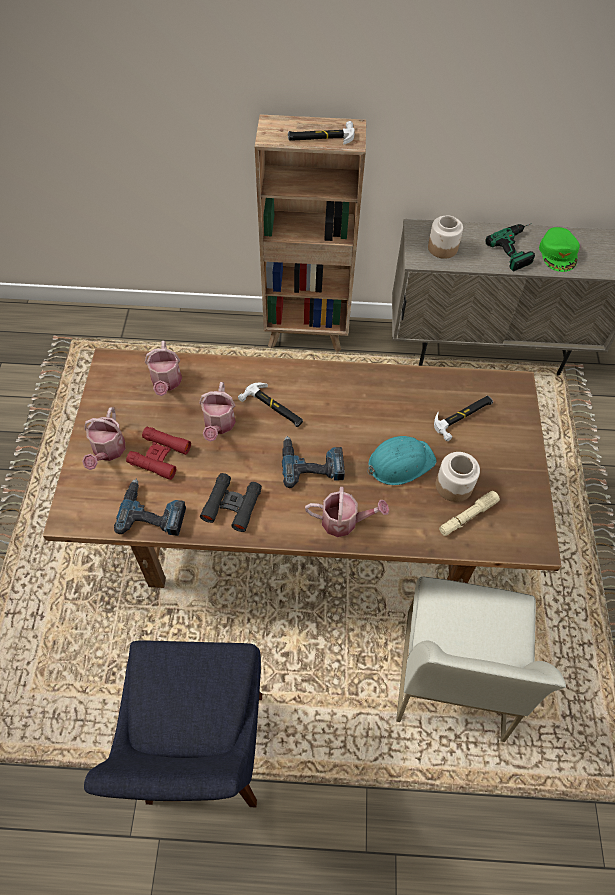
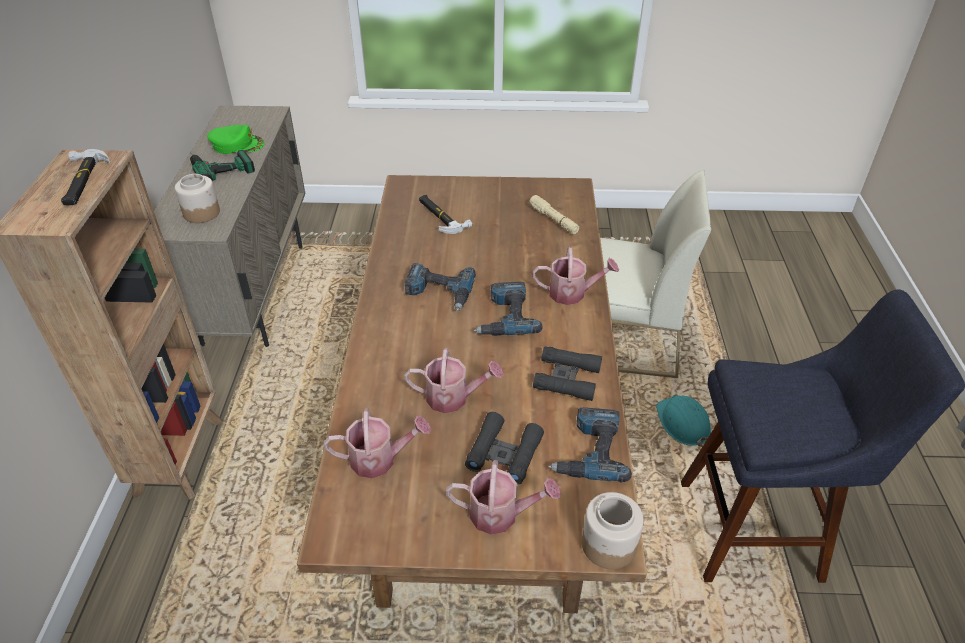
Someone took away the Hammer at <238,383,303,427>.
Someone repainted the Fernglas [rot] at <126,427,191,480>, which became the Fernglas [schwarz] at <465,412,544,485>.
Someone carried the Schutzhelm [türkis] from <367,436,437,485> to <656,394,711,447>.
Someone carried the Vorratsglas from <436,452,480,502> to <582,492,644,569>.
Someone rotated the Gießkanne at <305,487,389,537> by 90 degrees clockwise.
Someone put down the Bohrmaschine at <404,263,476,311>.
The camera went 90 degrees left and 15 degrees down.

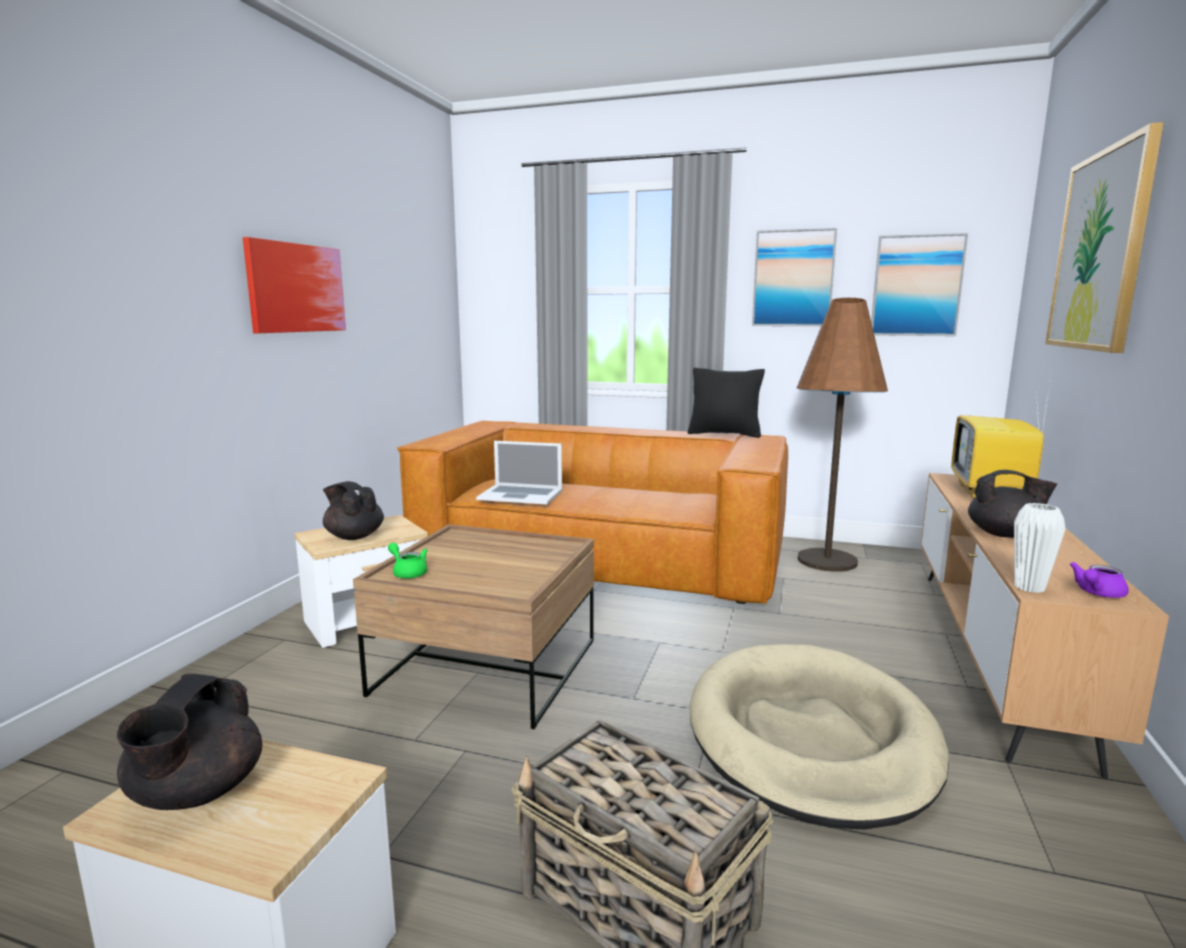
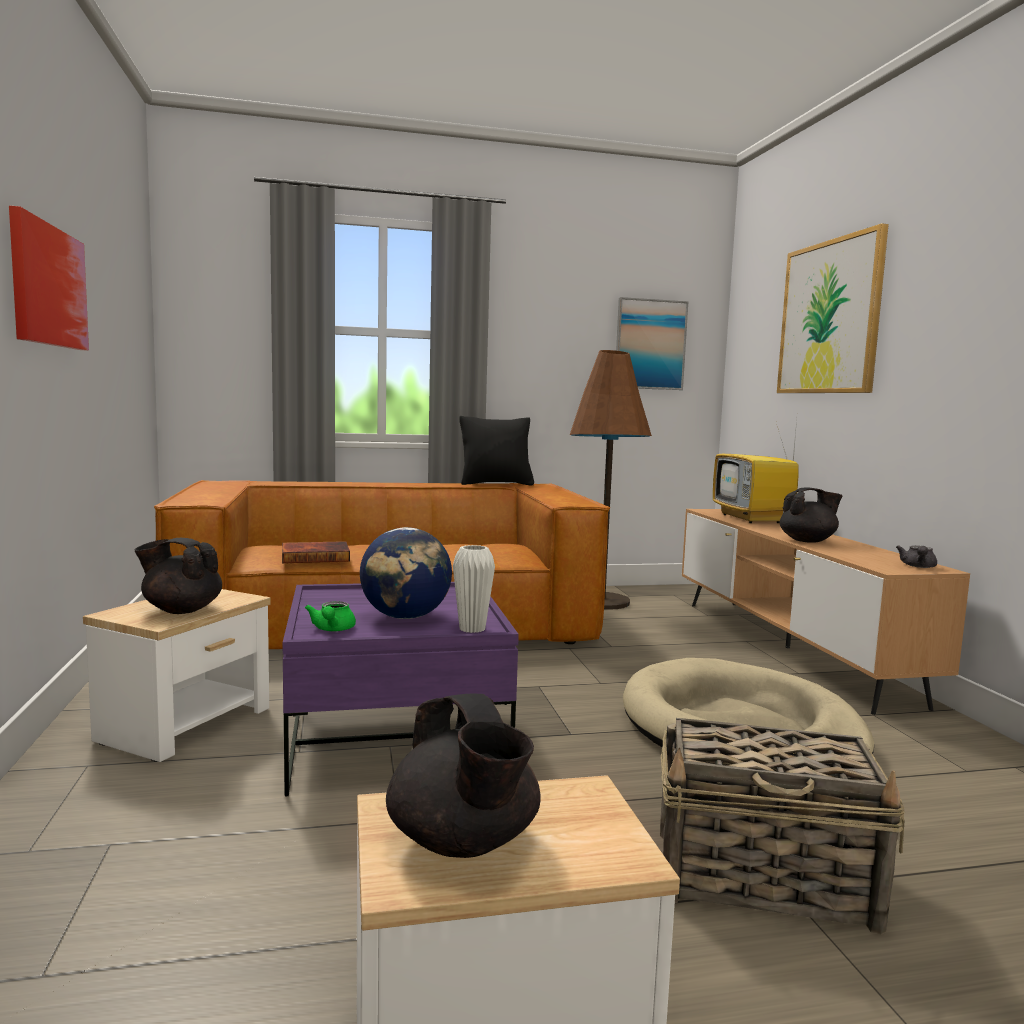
Someone took away the Bild at <752,228,837,326>.
Someone swapped the Laptop at <476,441,562,505> for the Buch at <282,541,350,563>.
Someone carried the Vase [weiß] from <1014,503,1066,593> to <453,545,495,633>.
Someone repainted the Couchtisch [braun] at <353,524,594,729>, which became the Couchtisch [lila] at <283,582,519,797>.
Someone rotated the Teekanne [grün] at <388,543,428,578> by 105 degrees counterclockwise.
Someone repainted the Teekanne [lila] at <1070,562,1129,598>, which became the Teekanne [grau] at <896,545,937,568>.
Someone put down the Globus at <360,527,452,619>.
The camera went 30 degrees left and 5 degrees down.

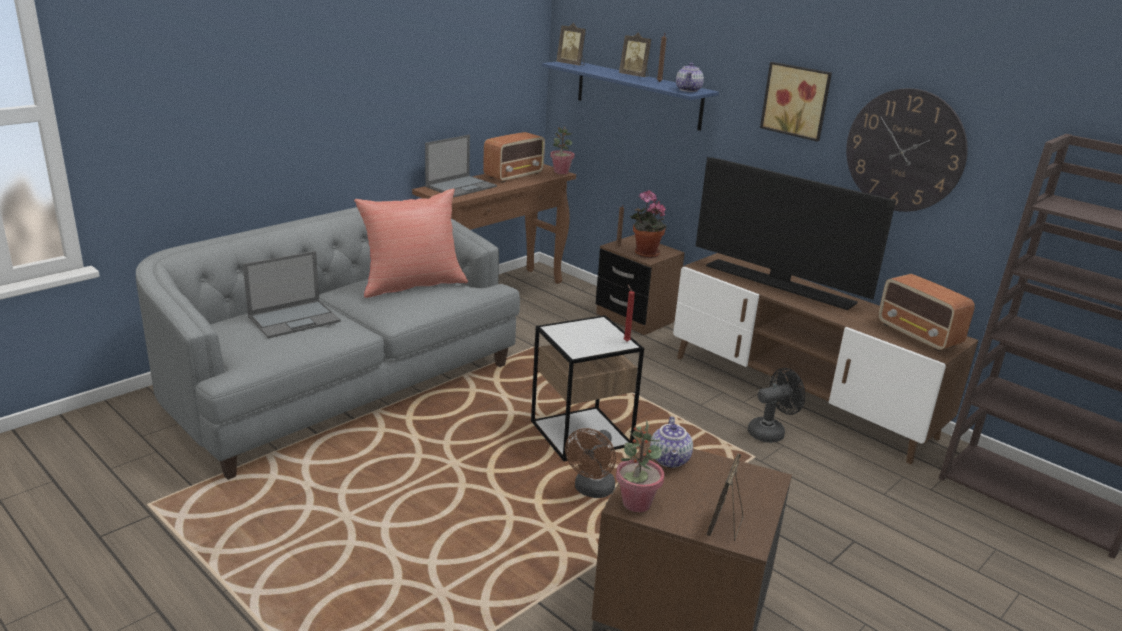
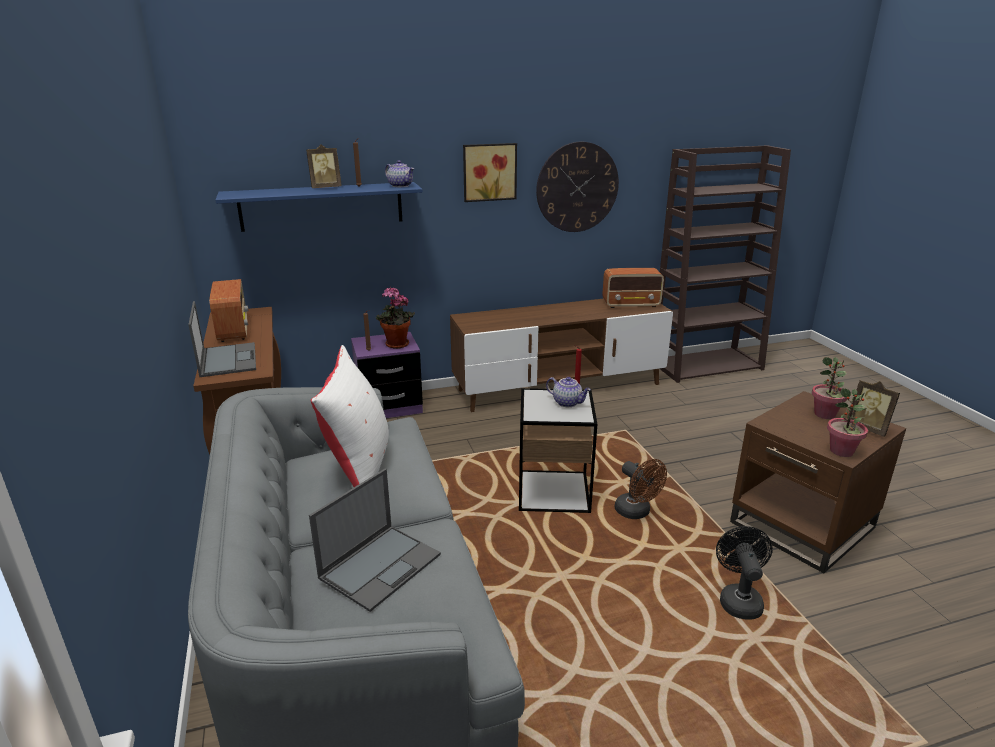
Someone took away the Bilderrahmen at <557,23,586,65>.
Someone carried the Topfpflanze from <550,127,575,174> to <812,357,847,419>.
Someone took away the Fernseher at <696,157,896,310>.
Someone repainted the Kissen [rot] at <354,189,468,298>, which became the Kissen [weiß] at <311,345,389,487>.
Someone repainted the Nachttisch [braun] at <596,235,685,335>, which became the Nachttisch [lila] at <351,332,423,418>.
Someone rotated the Laptop at <243,251,341,338> by 45 degrees clockwise.
Someone carried the Ventilator [schwarz] from <748,368,805,443> to <716,526,773,620>.
Someone carried the Teekanne from <650,417,693,468> to <546,377,591,407>.
The camera went 60 degrees left and 0 degrees up.

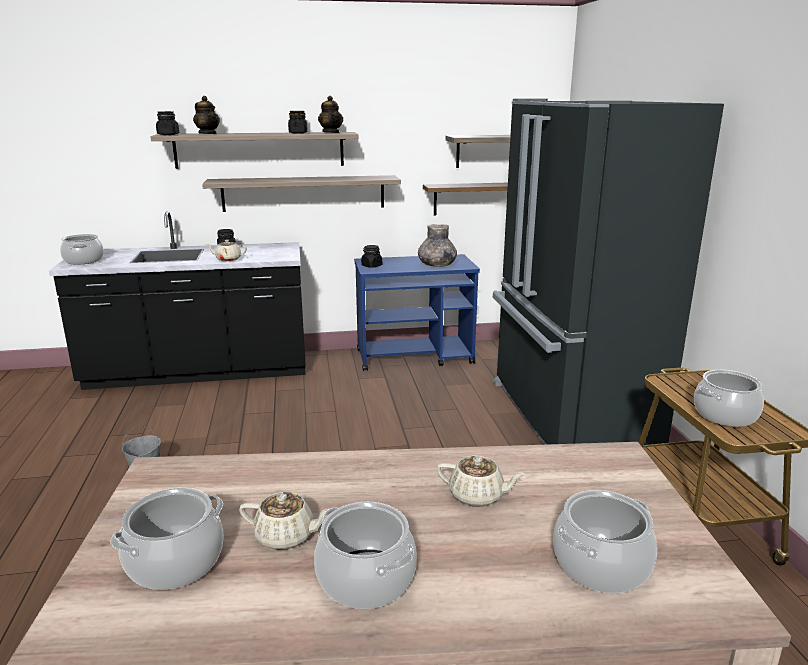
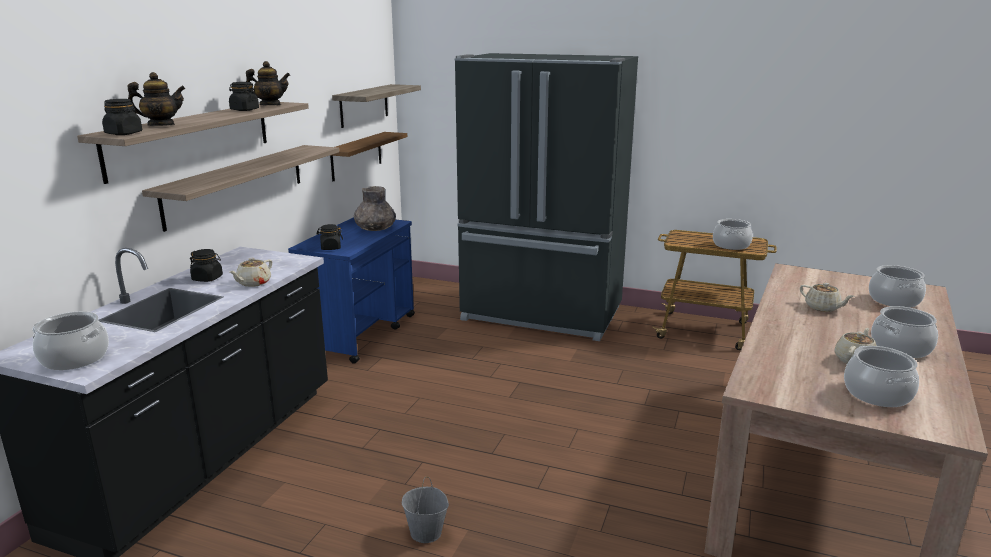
Someone rotated the Teekanne [beige] at <437,456,526,507> by 90 degrees clockwise.
The camera went 60 degrees left and 0 degrees up.

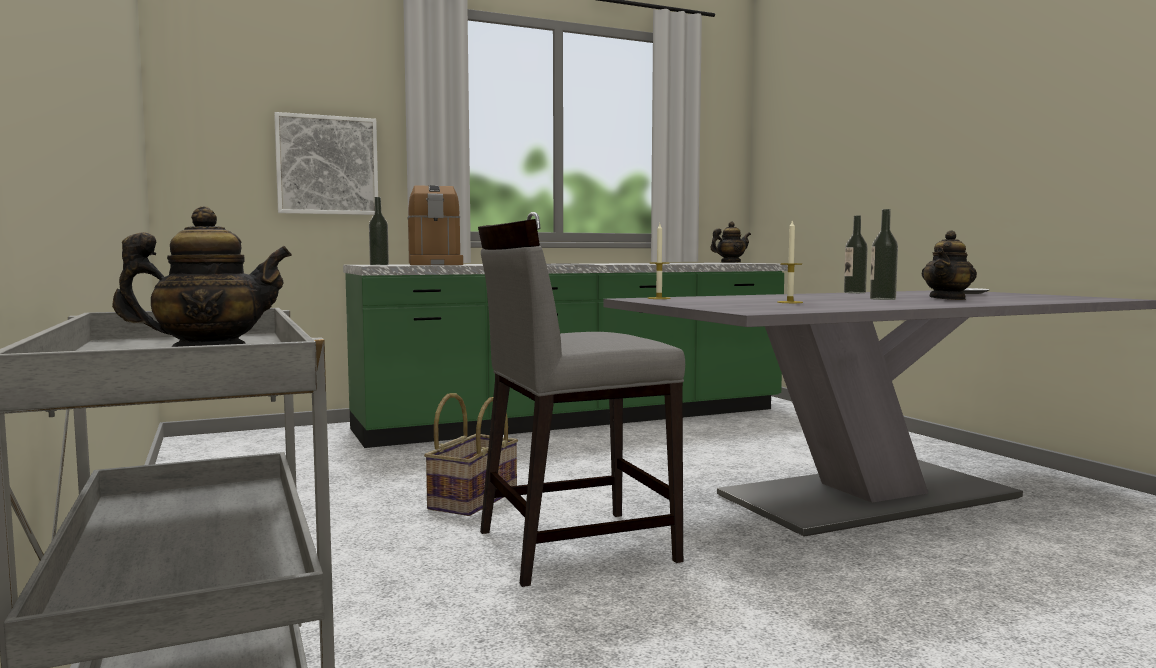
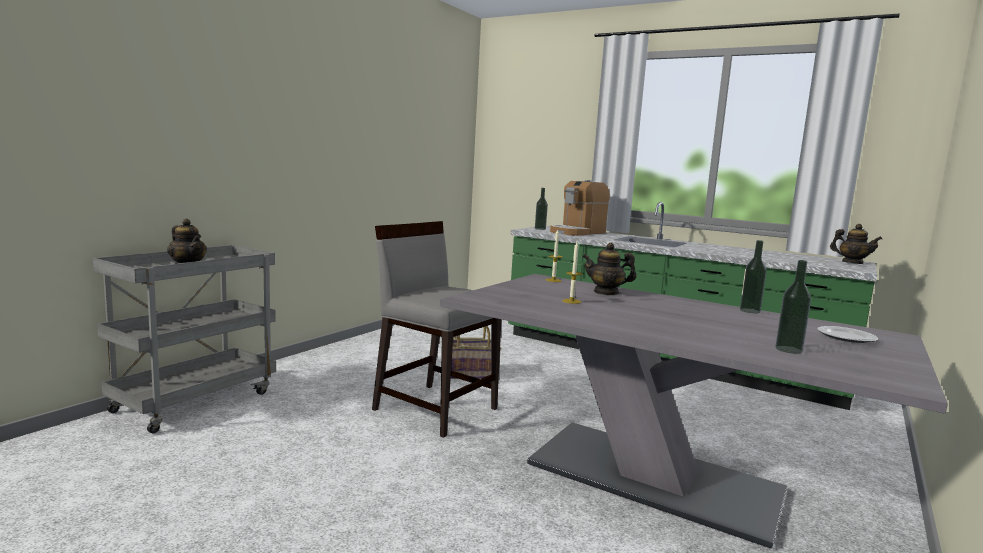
Someone took away the Bild at <274,112,378,215>.
Someone carried the Flasche from <870,209,898,300> to <775,260,811,354>.
Someone carried the Teekanne from <922,230,977,300> to <582,243,636,295>.
The camera went 55 degrees right and 5 degrees up.

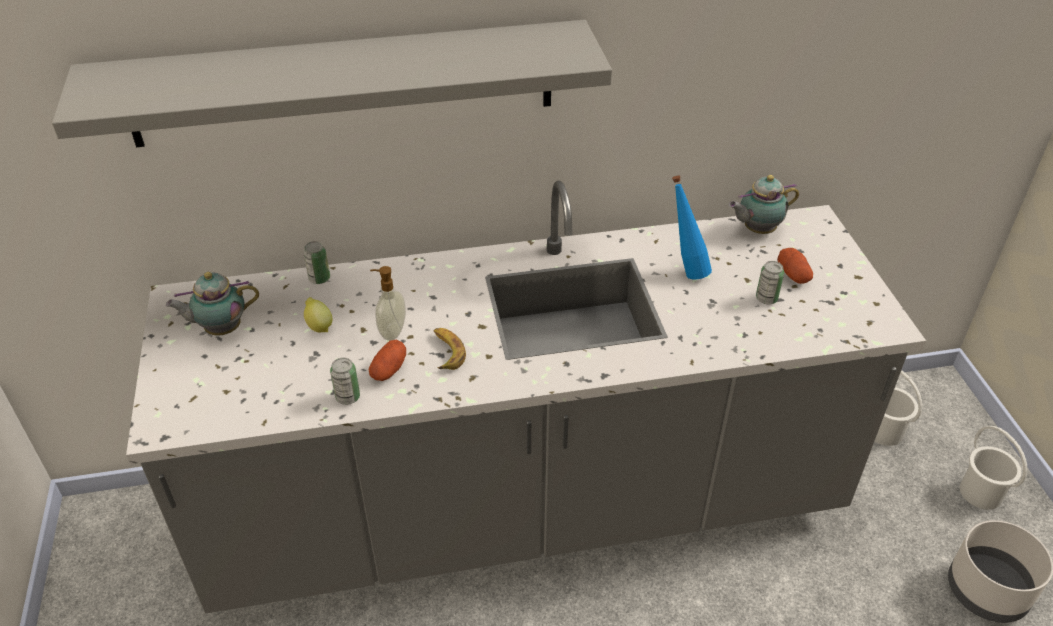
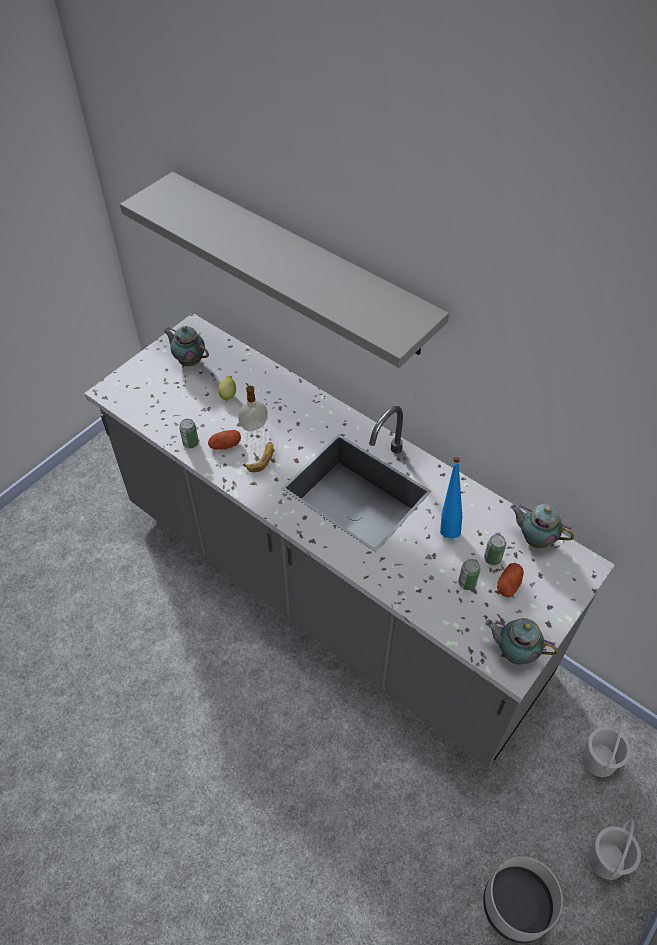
Someone carried the Dose from <303,241,330,284> to <484,534,506,565>.
Someone put down the Teekanne at <485,618,558,665>.
The camera went 50 degrees right and 10 degrees up.

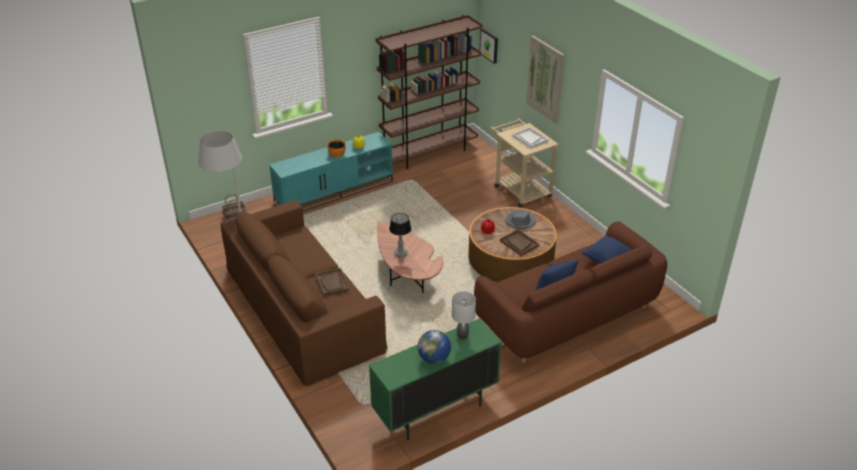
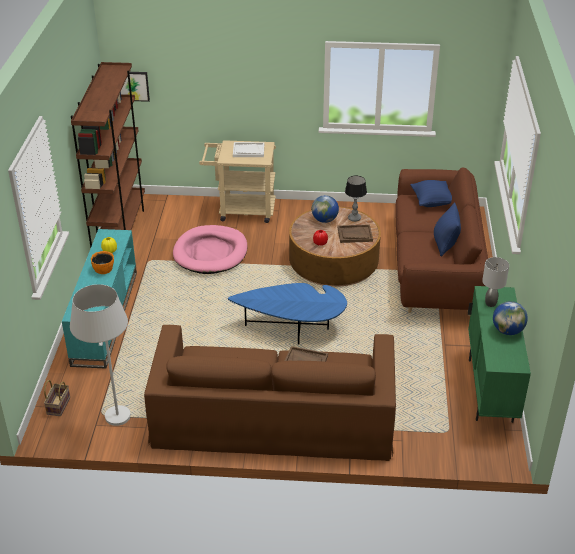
Someone took away the Bild at <526,35,565,124>.
Someone swapped the Hut [grau] at <505,209,536,229> for the Globus at <312,195,339,223>.
Someone carried the Tischlampe from <389,213,411,258> to <345,176,367,222>.
Someone repainted the Couchtisch [braun] at <377,221,444,293>, which became the Couchtisch [blau] at <228,283,347,344>.
Someone put down the Hundebett [rosa] at <173,225,248,274>.
The camera went 55 degrees left and 0 degrees up.

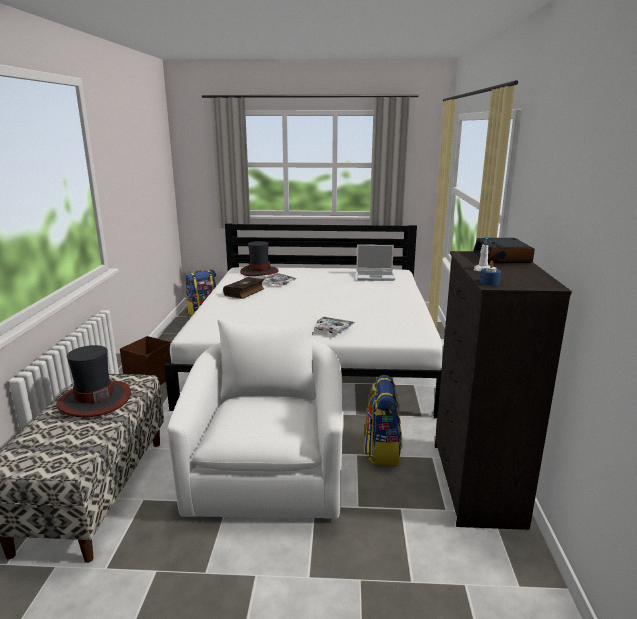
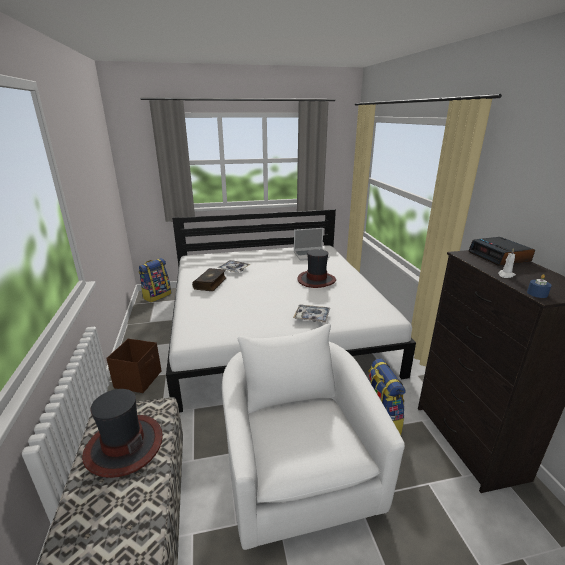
Someone carried the Hut from <240,241,279,276> to <297,249,336,288>.
The camera went 15 degrees left and 5 degrees up.

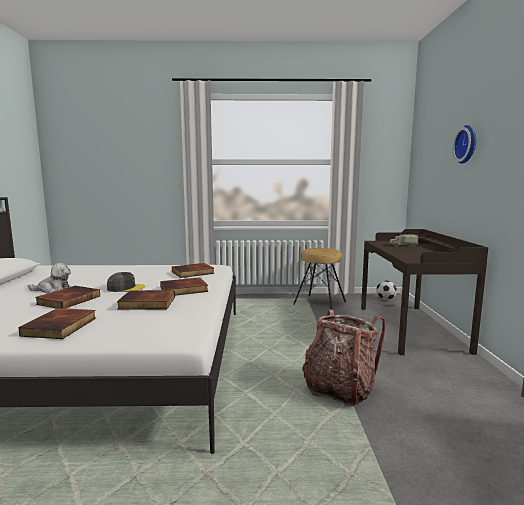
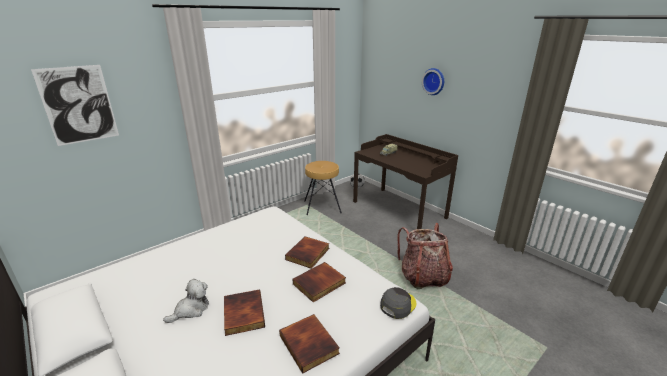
Someone took away the Buch at <172,263,214,278>.
Someone carried the Kappe [grau] from <107,272,145,292> to <380,287,416,319>.
Someone put up the Bild at <31,65,119,146>.
The camera went 40 degrees left and 15 degrees up.

